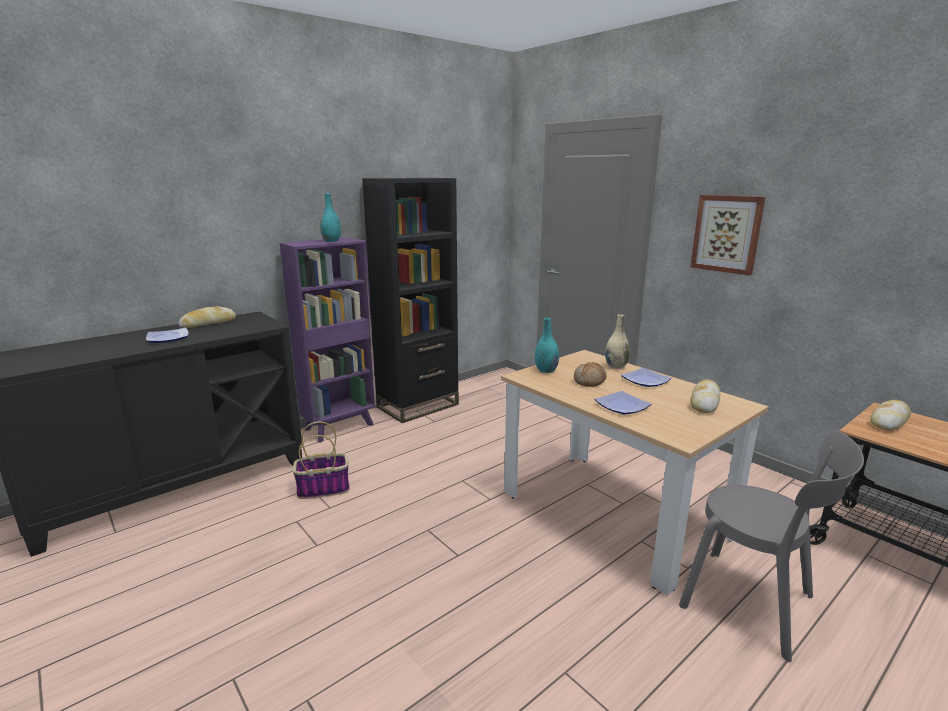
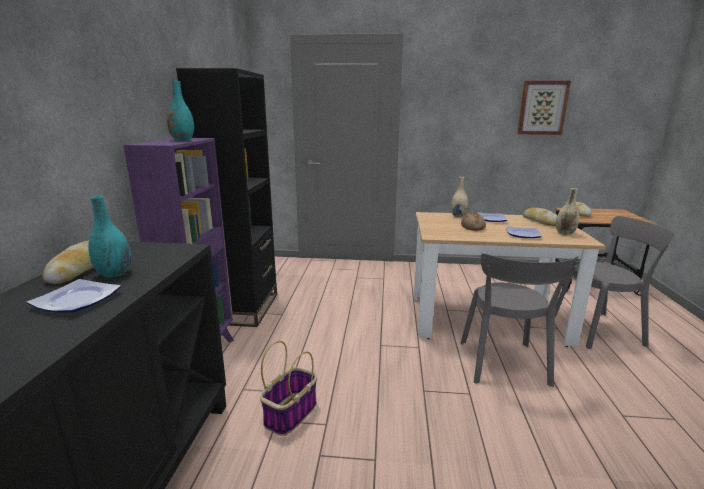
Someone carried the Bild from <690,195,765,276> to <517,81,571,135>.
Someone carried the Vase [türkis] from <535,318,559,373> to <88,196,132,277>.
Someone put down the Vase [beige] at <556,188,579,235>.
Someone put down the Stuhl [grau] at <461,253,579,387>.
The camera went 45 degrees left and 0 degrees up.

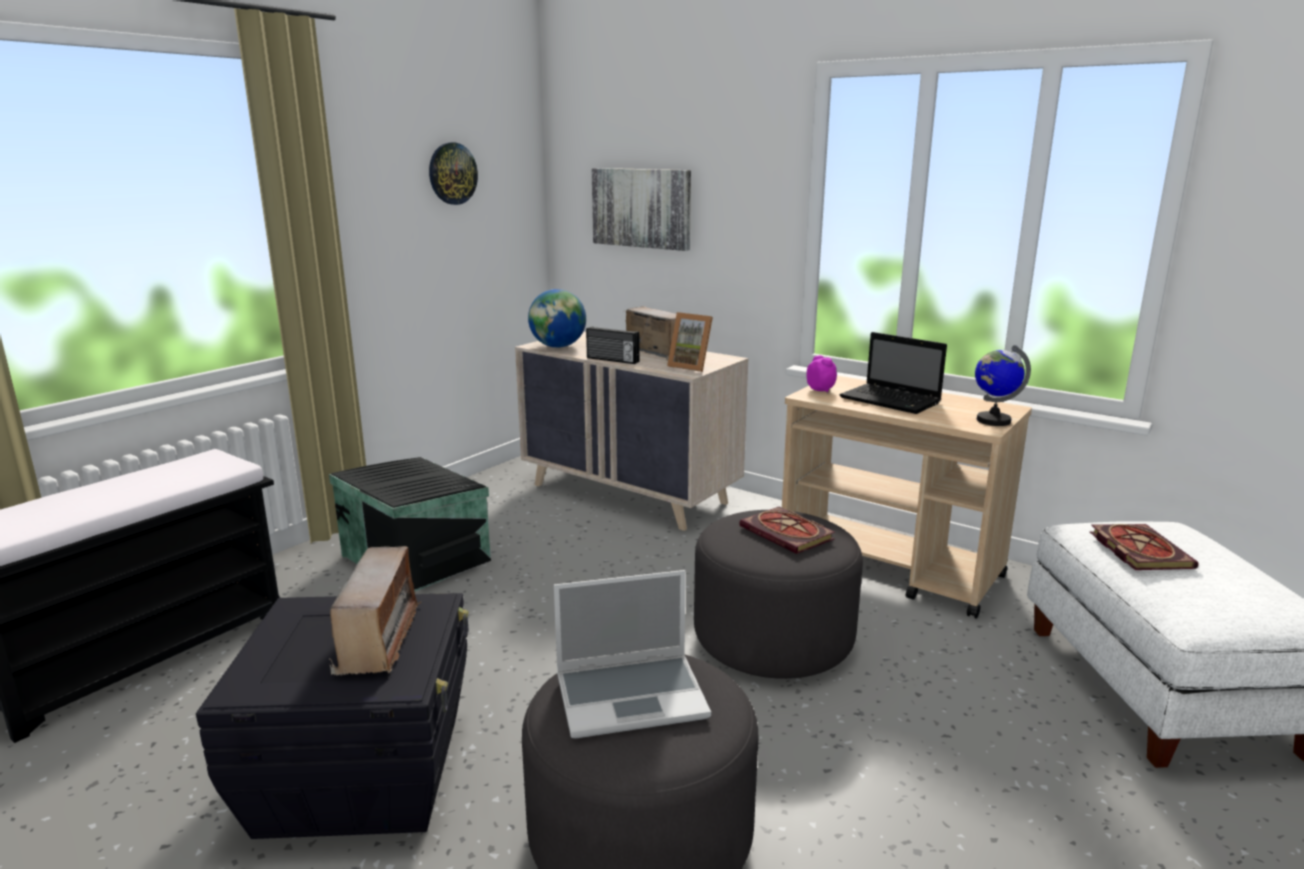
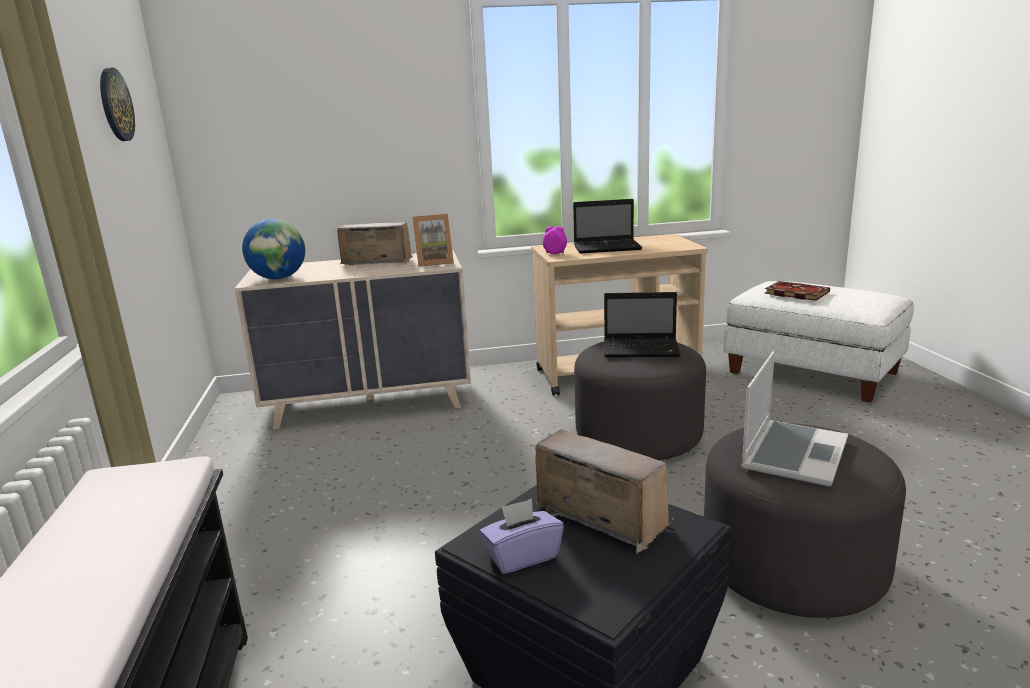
Someone took away the Bild at <592,168,691,251>.
Someone took away the Radio at <586,327,640,364>.
Someone took away the Globus at <975,345,1031,426>.
Someone took away the Aufbewahrungsbox [schwarz] at <329,457,491,592>.
Someone swapped the Buch at <739,507,835,554> for the Laptop at <604,292,680,357>.
Someone put down the Taschentuchbox [lila] at <479,499,564,574>.
The camera went 45 degrees left and 0 degrees up.

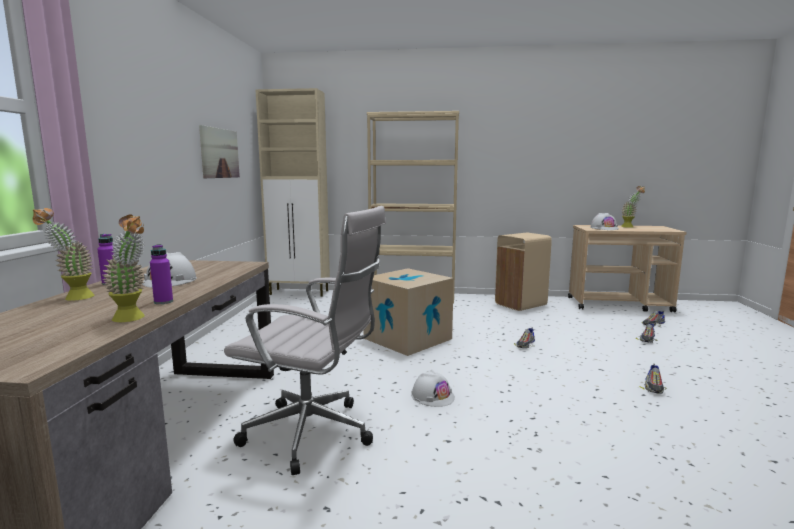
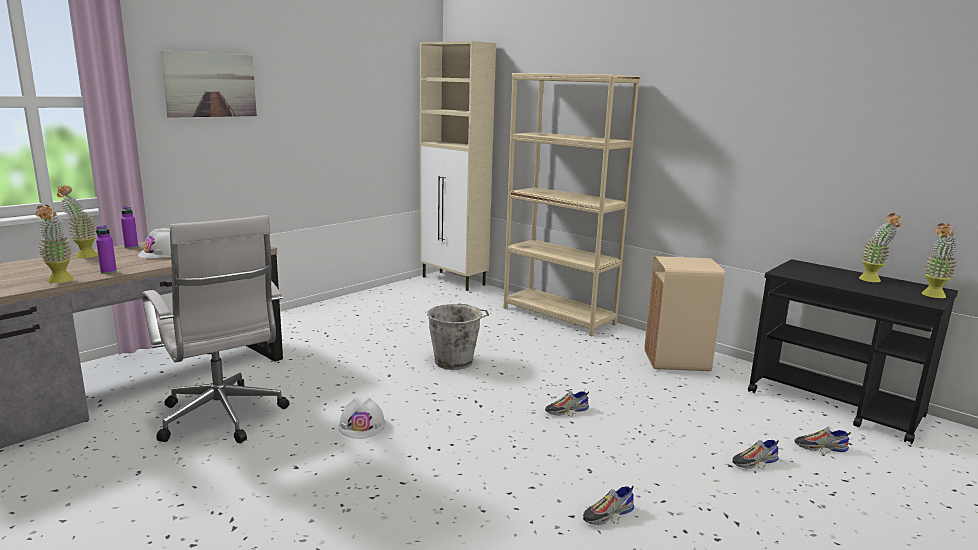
Someone carried the Bild from <199,125,240,178> to <160,50,257,118>.
Someone took away the Schutzhelm [weiß] at <590,213,619,230>.
Someone repainted the Rollwagen [beige] at <568,225,686,312>, which became the Rollwagen [schwarz] at <748,259,958,444>.
Someone swapped the Karton at <363,268,454,356> for the Eimer [grau] at <427,303,489,370>.
Someone put down the Topfpflanze at <922,223,958,298>.
The camera went 35 degrees right and 5 degrees up.

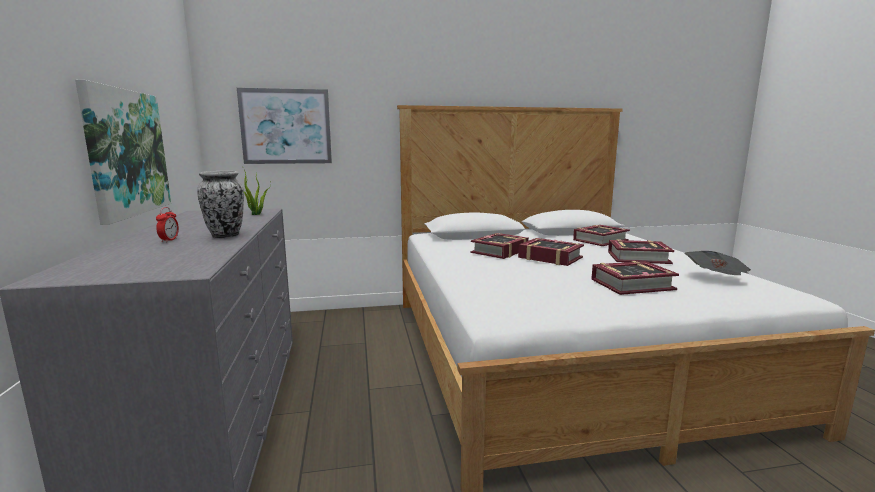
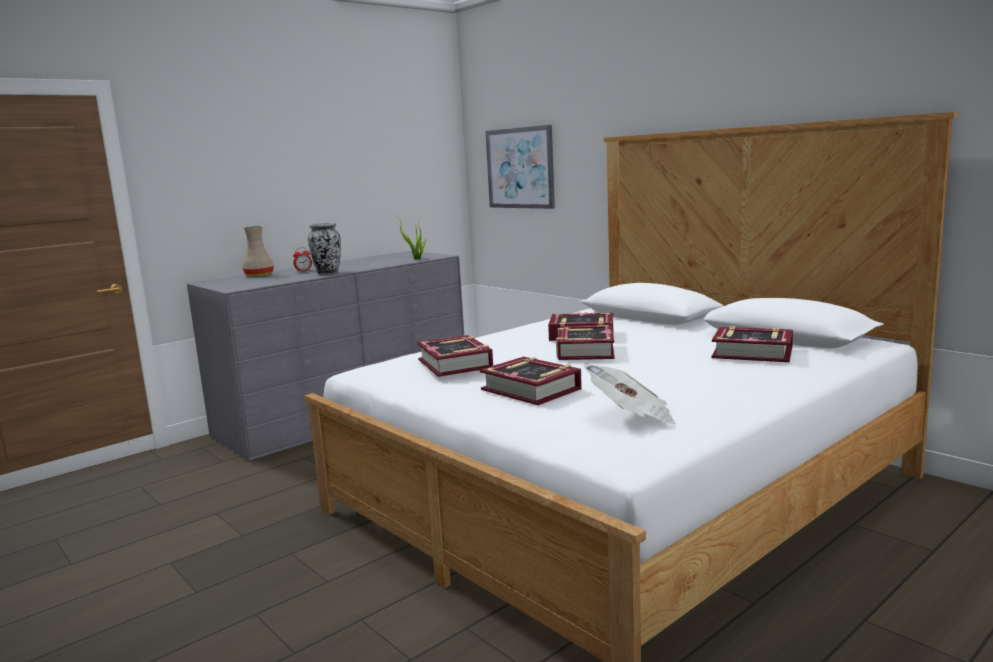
Someone took away the Bild at <75,80,171,225>.
Someone carried the Buch from <608,239,674,264> to <417,335,493,377>.
Someone put down the Vase [beige] at <242,226,274,277>.
The camera went 60 degrees right and 0 degrees up.

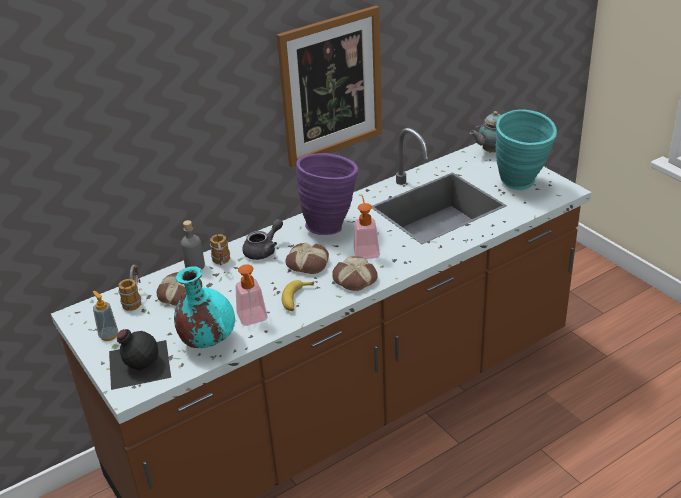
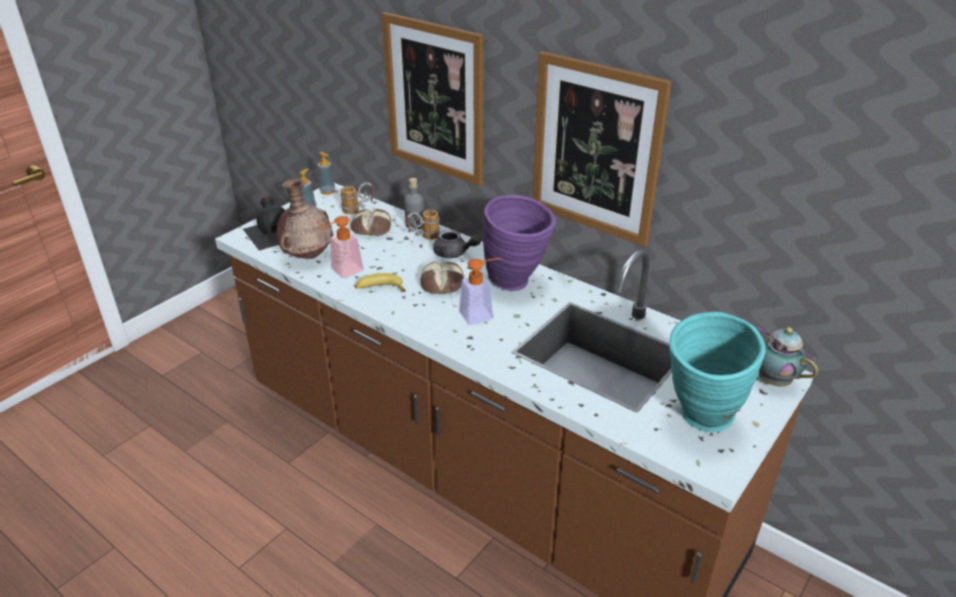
Someone took away the Brot at <332,256,378,291>.
Someone repainted the Vase [türkis] at <174,266,235,348>, which became the Vase [braun] at <276,179,333,259>.
Someone put up the Bild at <381,12,484,186>.
Someone put down the Seifenspender at <317,152,335,195>.
The camera went 70 degrees right and 0 degrees up.

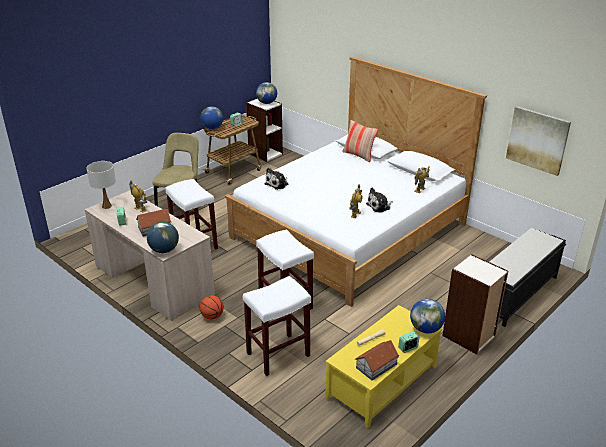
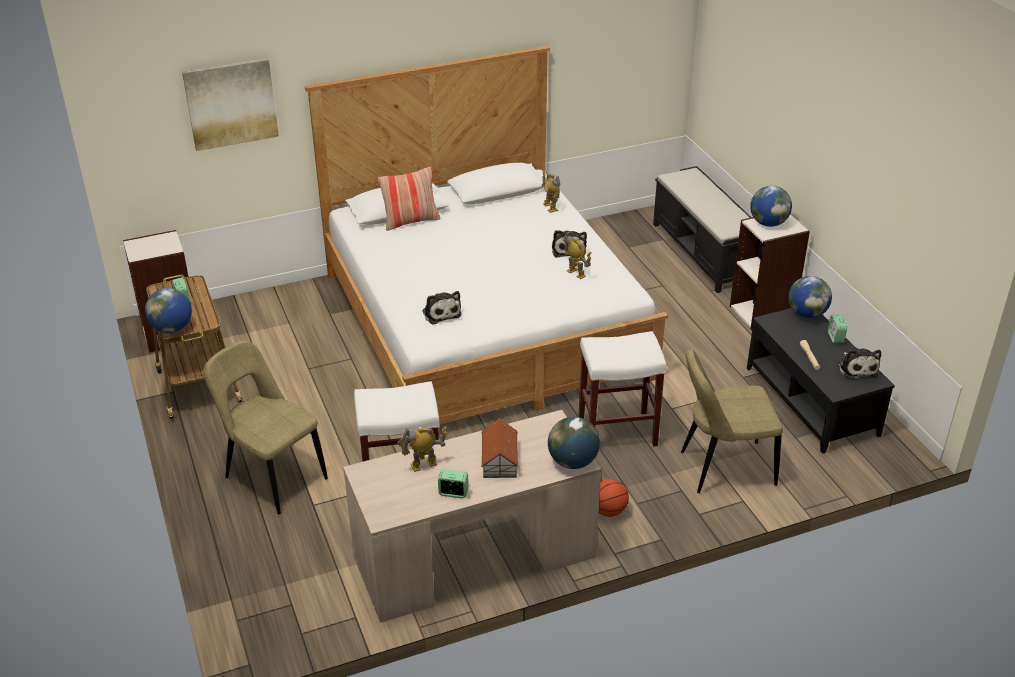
Someone carried the Globus from <256,82,277,104> to <750,186,792,227>.
Someone carried the Bild from <506,106,571,176> to <182,58,279,151>.
Someone took away the Tischlampe [weiß] at <87,161,116,209>.
Someone swapped the Hocker [weiß] at <243,276,311,376> for the Stuhl [beige] at <681,349,783,493>.
Someone repainted the Couchtisch [gelb] at <326,305,443,428>, which became the Couchtisch [schwarz] at <747,308,895,454>.
Someone swapped the Spielzeughaus at <355,340,399,380> for the Plüschtier at <838,349,881,379>.
The camera went 65 degrees left and 5 degrees up.

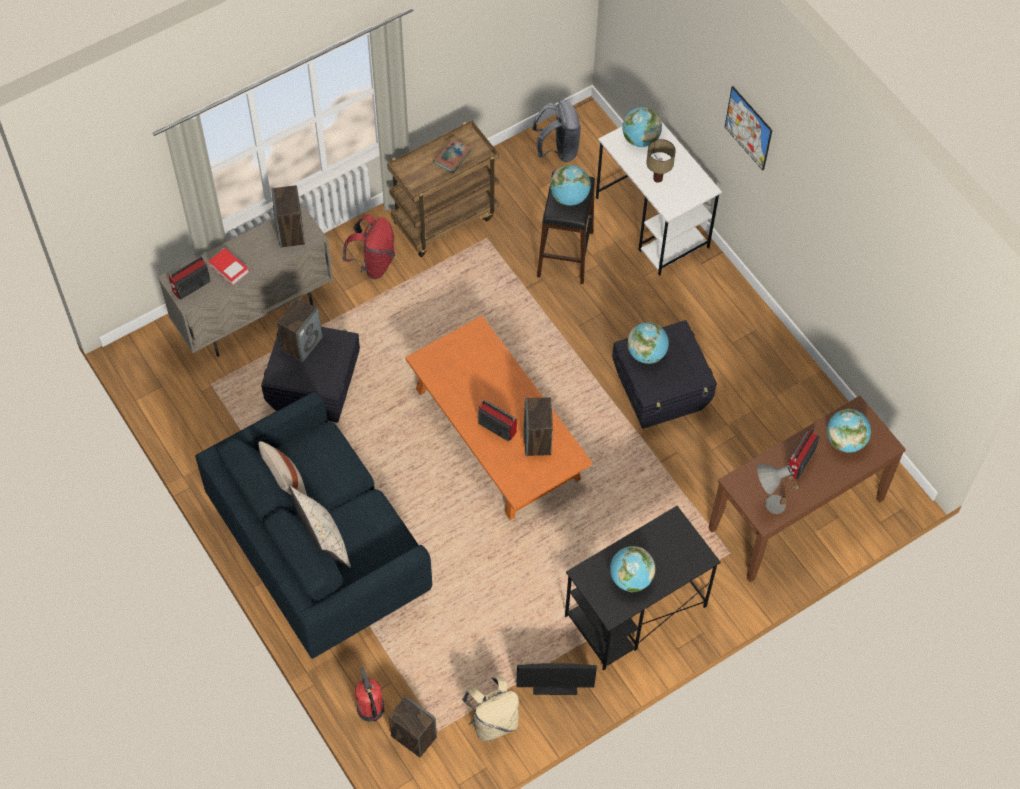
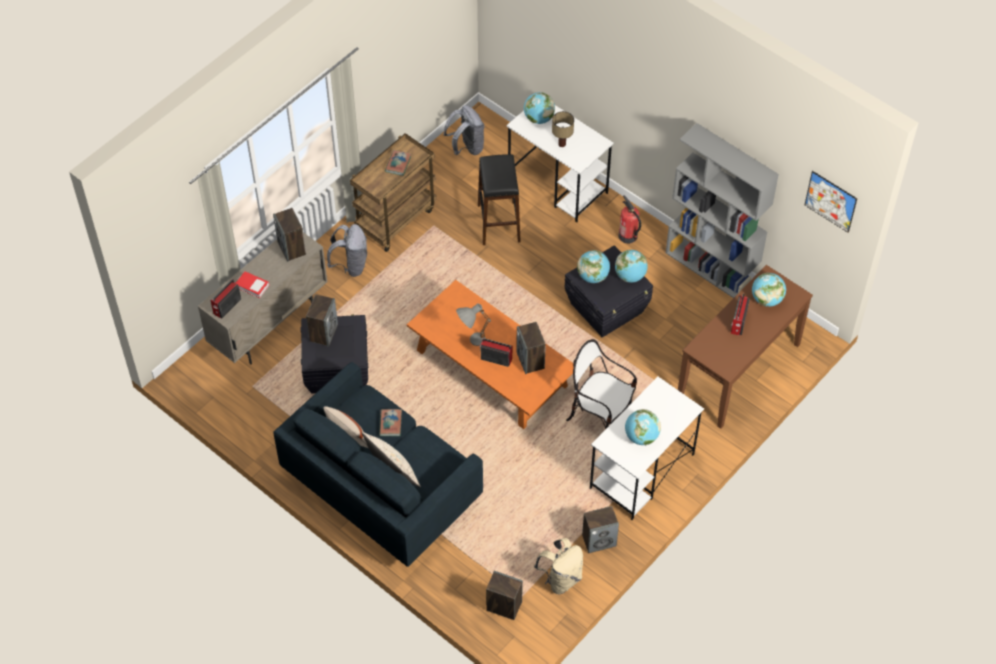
Someone carried the Bild from <725,86,772,171> to <805,171,857,233>.
Someone carried the Globus from <550,165,591,206> to <615,250,648,282>.
Someone repainted the Rucksack [rot] at <342,215,395,279>, which became the Rucksack [grau] at <327,224,367,277>.
Someone carried the Tischlampe [grau] from <757,464,799,514> to <456,303,491,346>.
Someone repainted the Schreibtisch [schwarz] at <565,506,721,670>, which became the Schreibtisch [weiß] at <590,377,704,520>.
Someone swapped the Monitor at <516,663,597,695> for the Lautsprecher at <582,506,619,553>.
Someone carried the Feuerlöscher from <355,666,384,722> to <618,195,641,244>.
Someone put down the Bücherregal [grau] at <665,123,779,298>.
Someone put down the Stuhl at <566,339,637,430>.
Someone put down the Buch at <379,409,402,436>.
The camera went 15 degrees left and 5 degrees down.

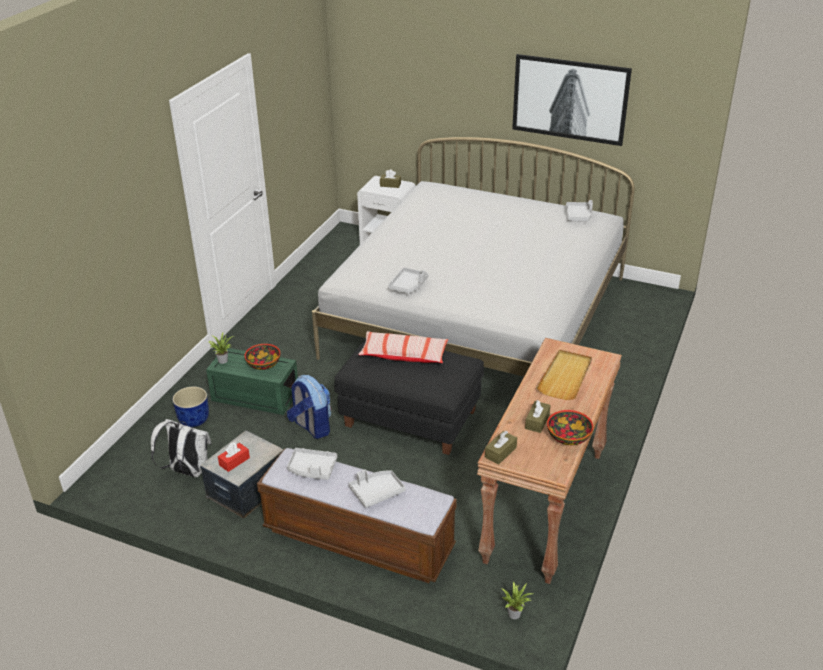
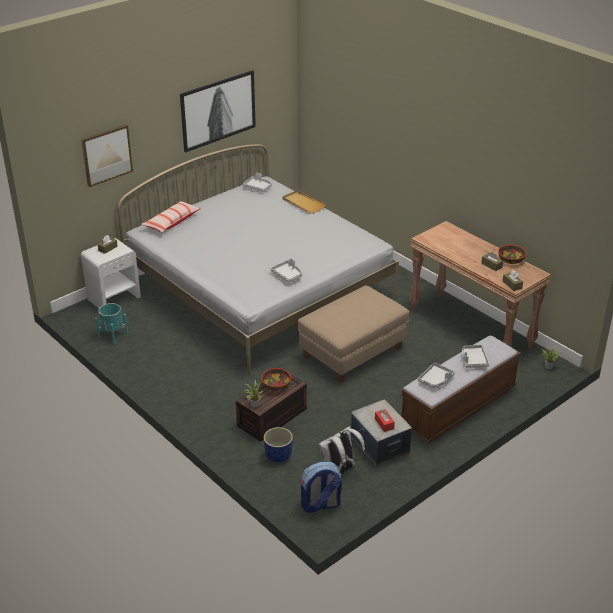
Someone carried the Kissen from <358,331,448,363> to <141,201,201,233>.
Someone repainted the Polsterhocker [schwarz] at <334,339,484,455>, which became the Polsterhocker [beige] at <298,285,409,383>.
Someone repainted the Aufbewahrungsbox [grün] at <206,348,298,415>, which became the Aufbewahrungsbox [braun] at <236,375,307,442>.
Someone carried the Tablett [beige] from <536,350,592,400> to <282,190,326,213>.
Someone carried the Rucksack from <287,375,331,439> to <301,462,342,513>.
Someone put up the Bild at <81,125,133,187>.
Someone put down the Pflanzkübel [türkis] at <95,303,128,344>.
The camera went 65 degrees left and 0 degrees up.

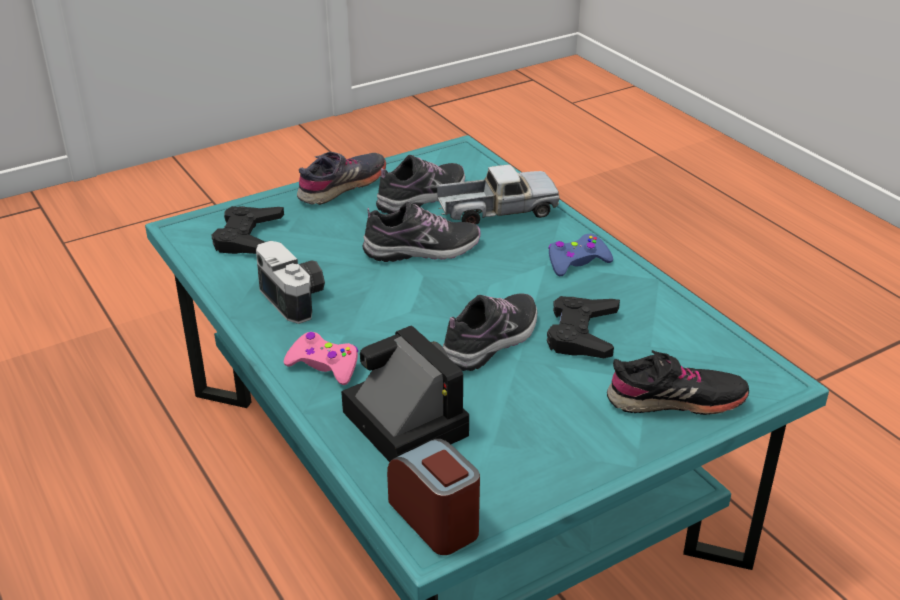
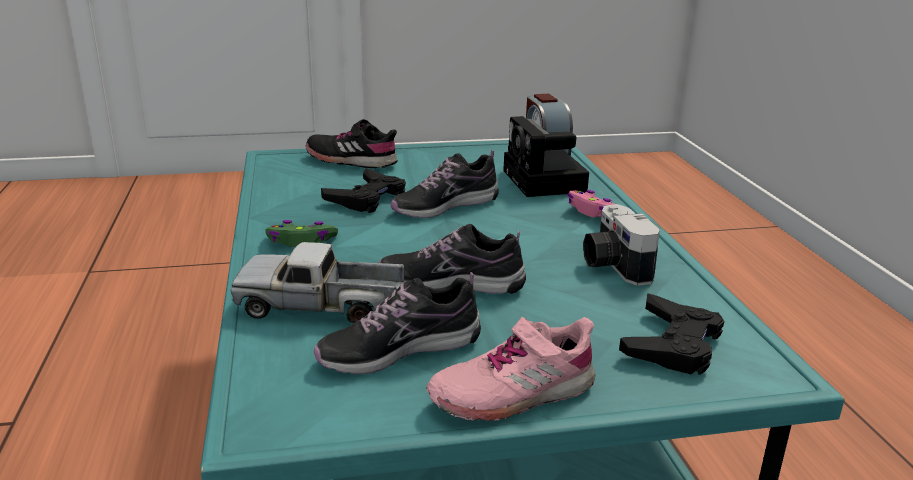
Someone repainted the Schuh [grau] at <297,152,386,205>, which became the Schuh [rosa] at <426,317,595,421>.
Someone repainted the Gamepad [blau] at <548,234,613,276>, which became the Gamepad [grün] at <265,220,338,247>.
The camera went 160 degrees left and 10 degrees down.

